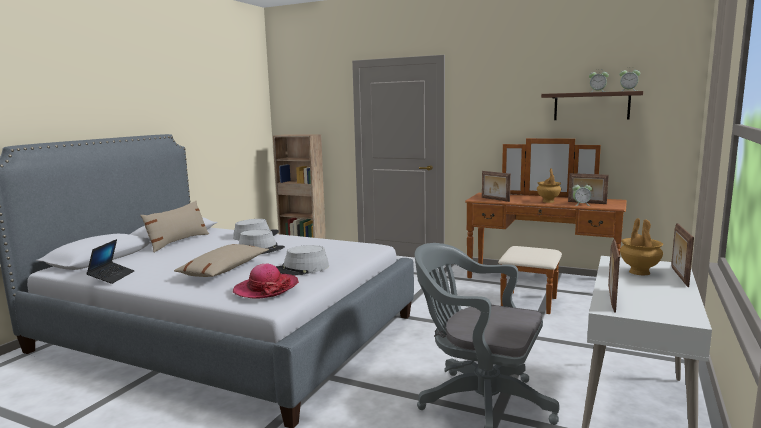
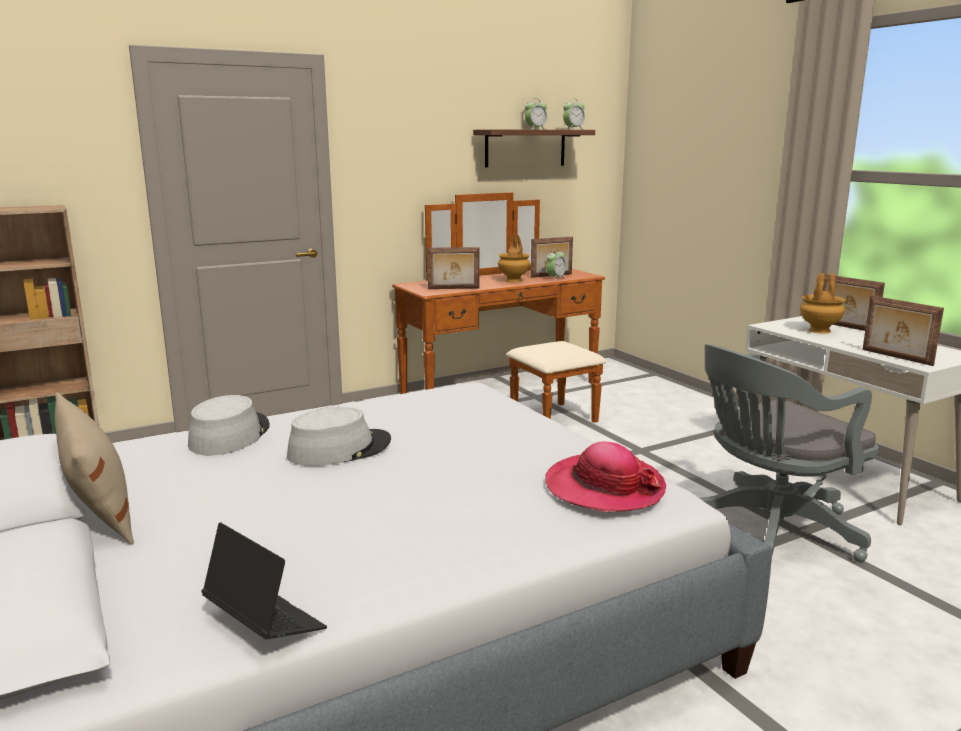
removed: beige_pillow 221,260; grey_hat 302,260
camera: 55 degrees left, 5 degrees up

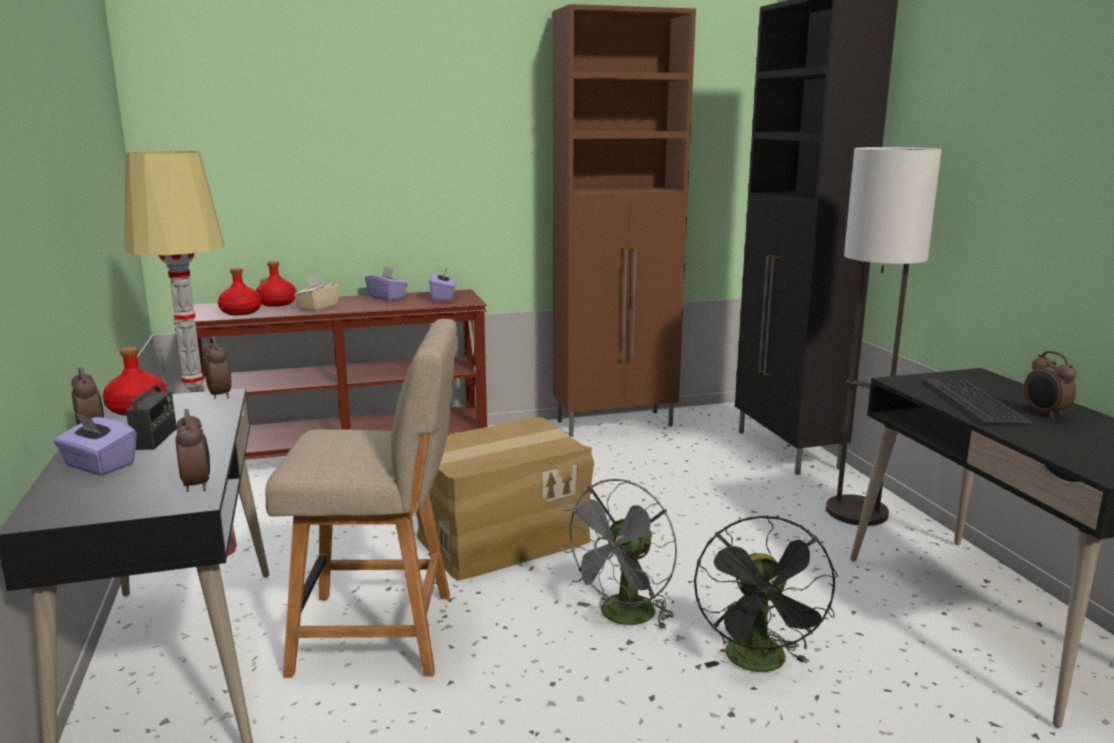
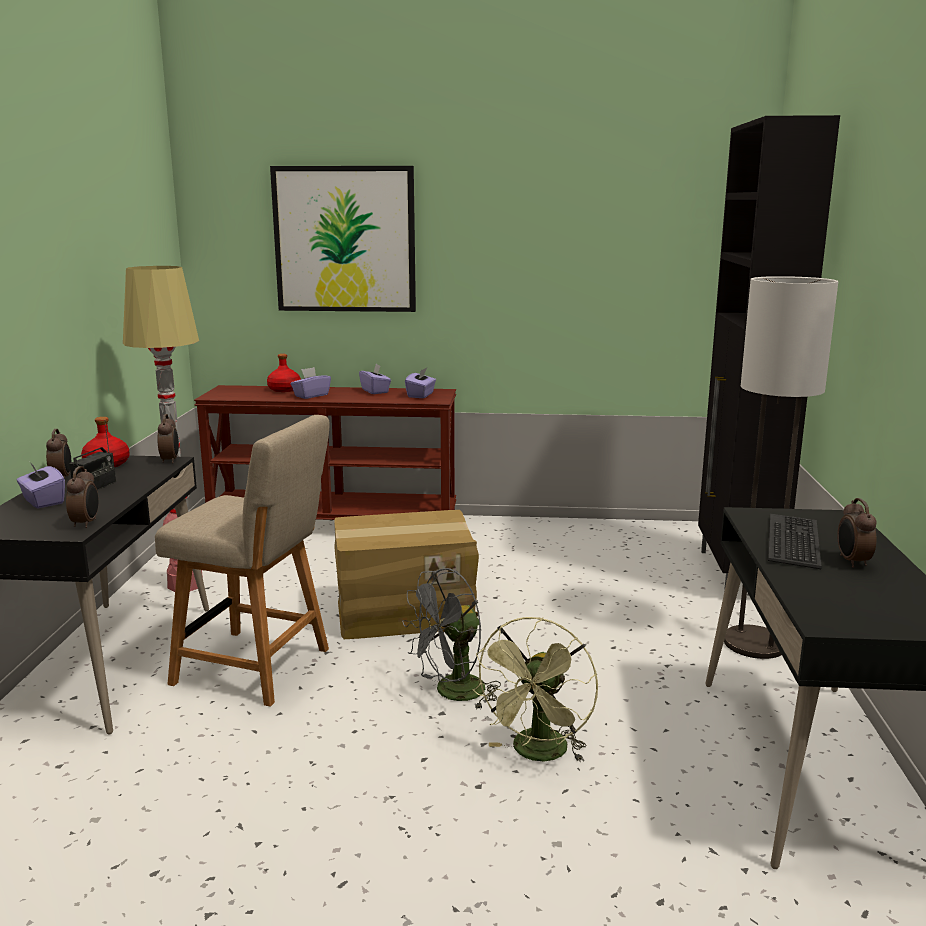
removed: brown_cabinet 624,220; red_bottle 240,291
added: picture 343,239
recoloured: beige_tissue_box 317,292 to purple_tissue_box 311,383; black_fan 766,593 to green_fan 535,690
camera: 20 degrees right, 0 degrees up

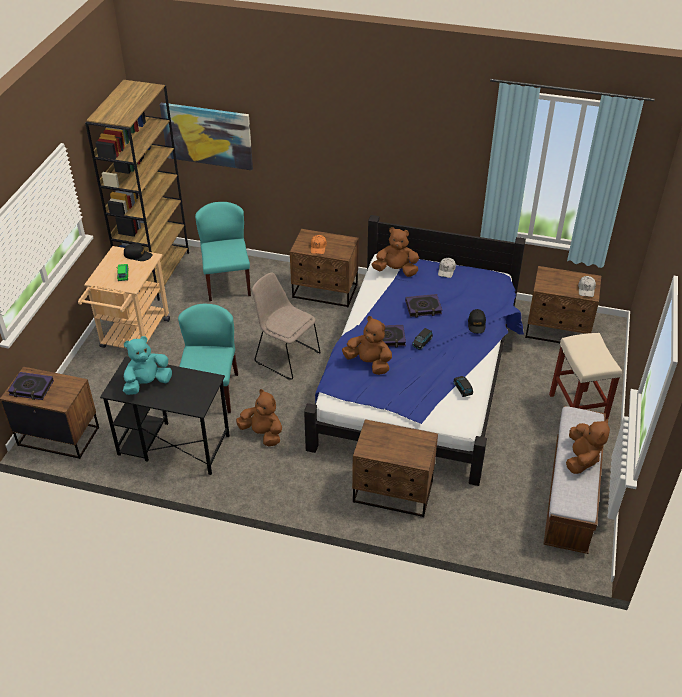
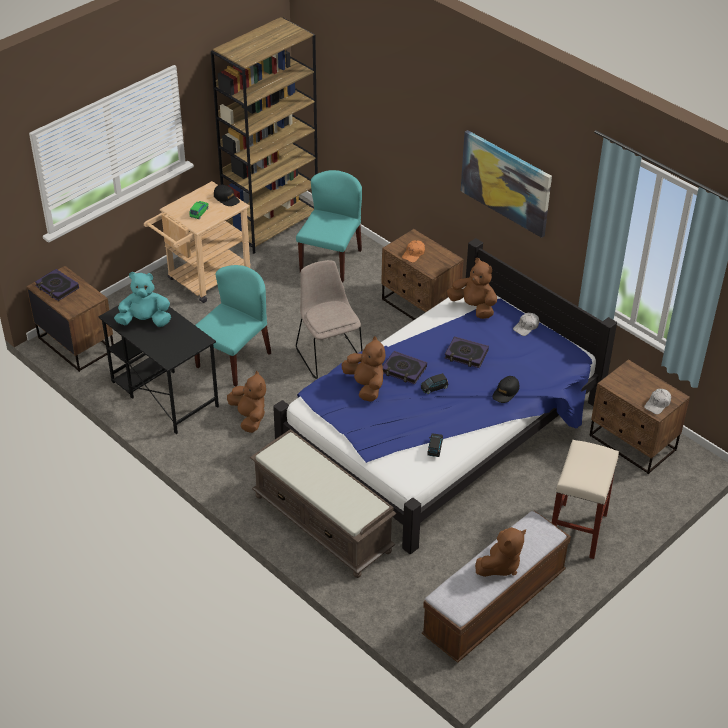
moved: picture 206,136 to 506,184
replaced: brown_nightstand 395,468 to brown_bench 323,503
camera: 30 degrees right, 0 degrees up

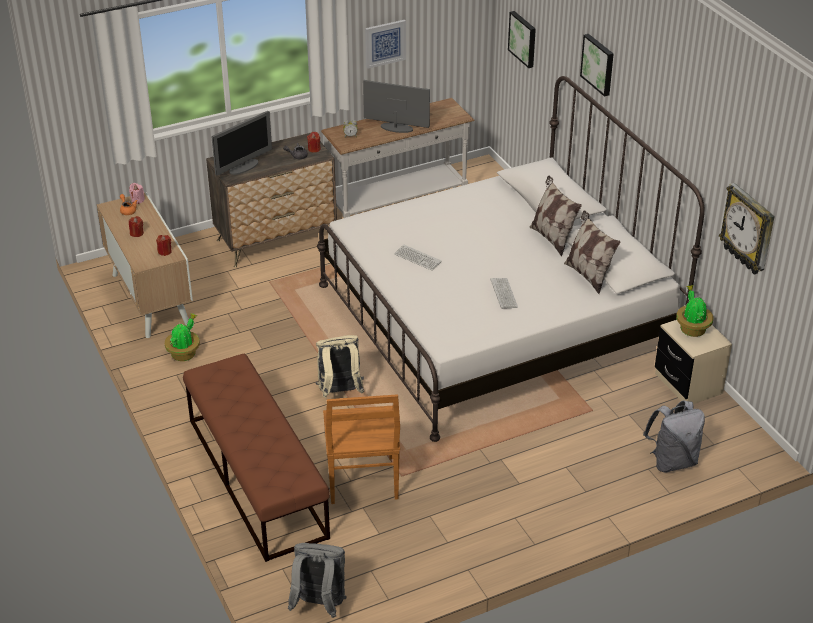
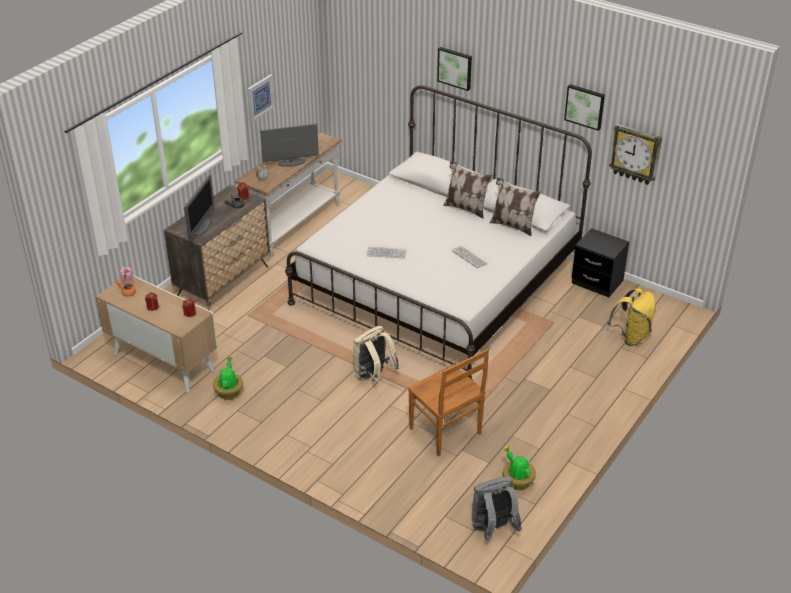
removed: brown_bench 256,458
moved: picture 522,39 to 584,107; potted_plant 694,311 to 519,467
recoloured: beige_nightstand 693,362 to black_nightstand 600,262; grey_backpack 674,436 to yellow_backpack 631,317
camera: 30 degrees left, 0 degrees up

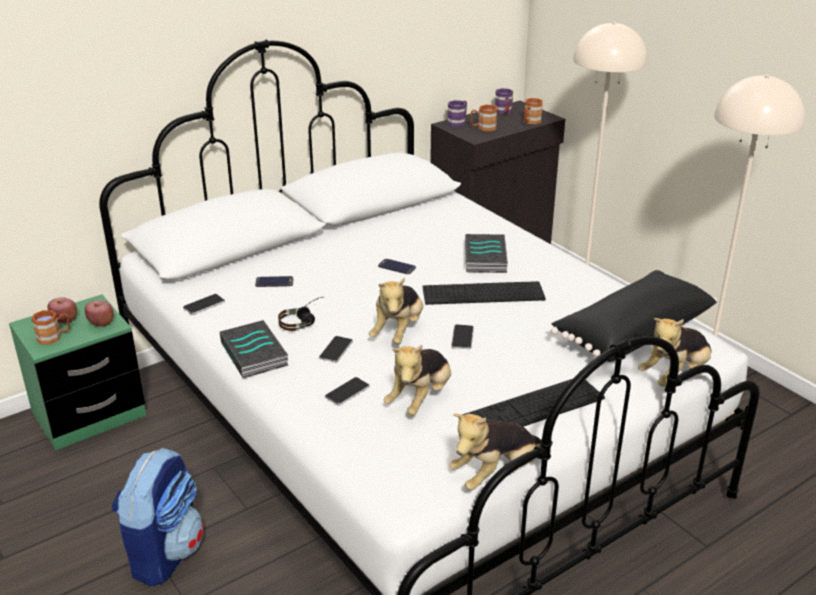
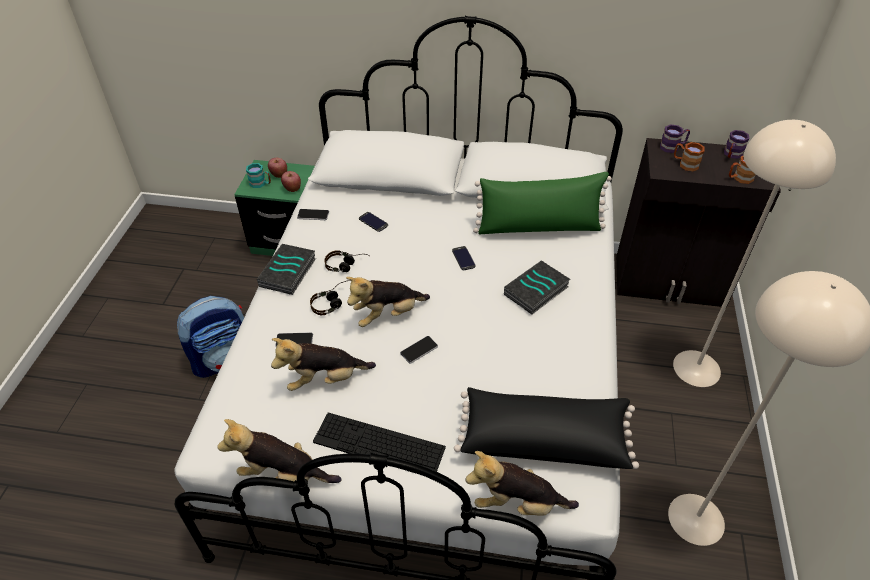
removed: keyboard 484,293
added: green_pillow 542,203
replaced: phone 336,349 to headphones 330,297
recoloured: brown_mug 50,327 to turquoise_mug 258,175
camera: 45 degrees right, 15 degrees up

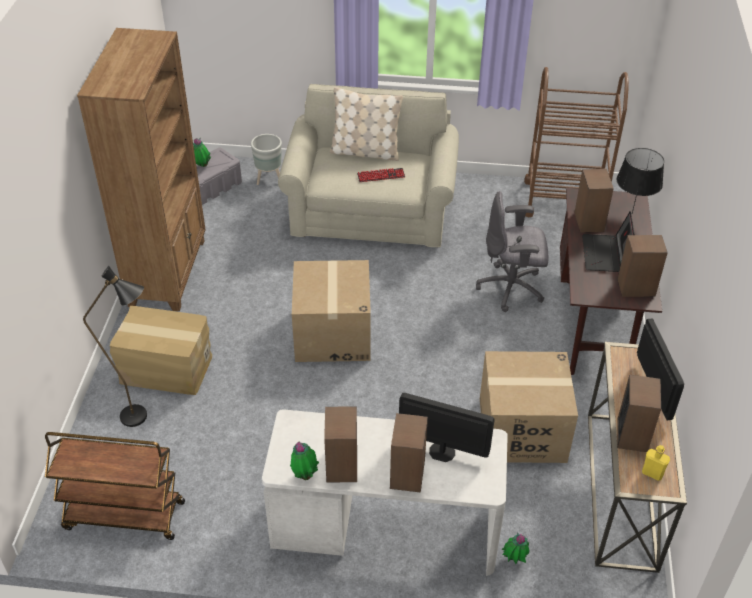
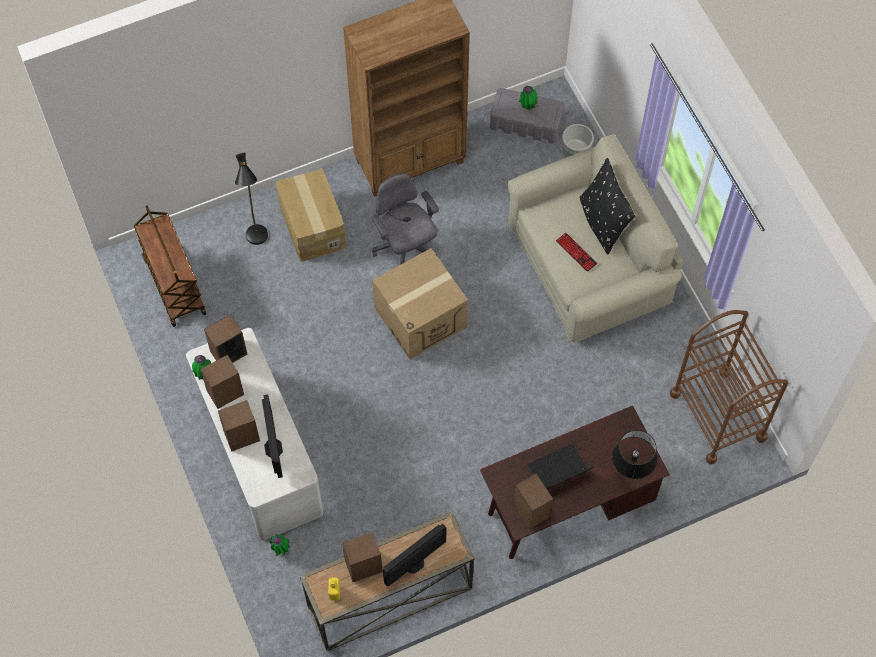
removed: cardboard_box 529,407
moved: speaker 594,201 to 225,339; grey_office_chair 512,251 to 405,219
recoloured: beige_pillow 366,124 to black_pillow 607,206
camera: 60 degrees right, 20 degrees up

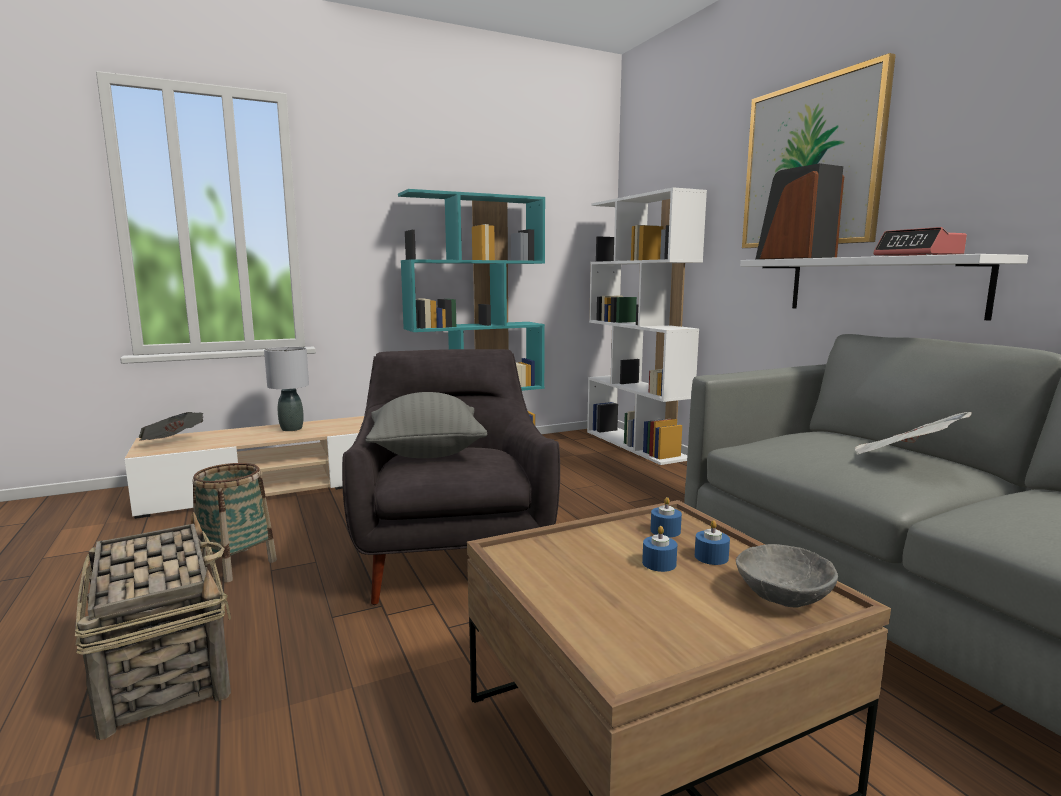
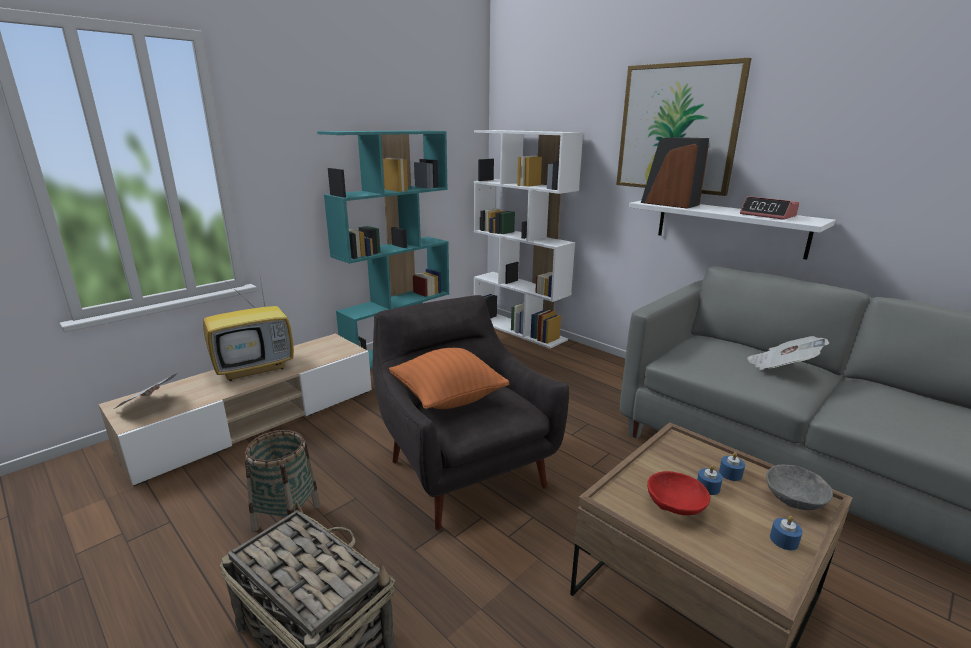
added: red_bowl 678,493
moved: blue_candle 666,517 to 786,533
replaced: grey_table_lamp 286,389 to television 248,326
recoloured: grey_pillow 426,425 to orange_pillow 449,378
camera: 20 degrees left, 10 degrees up

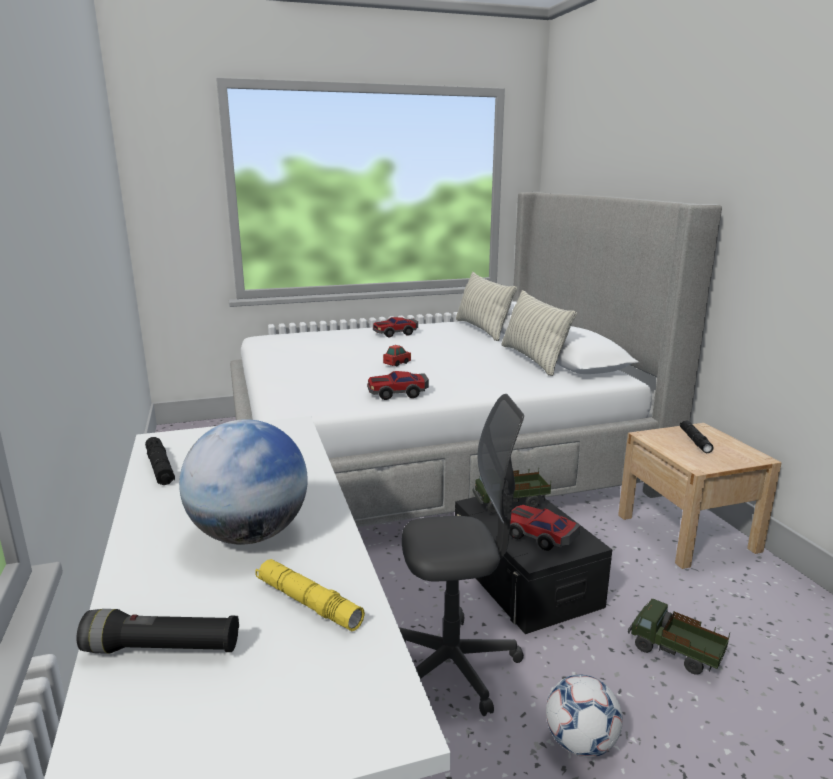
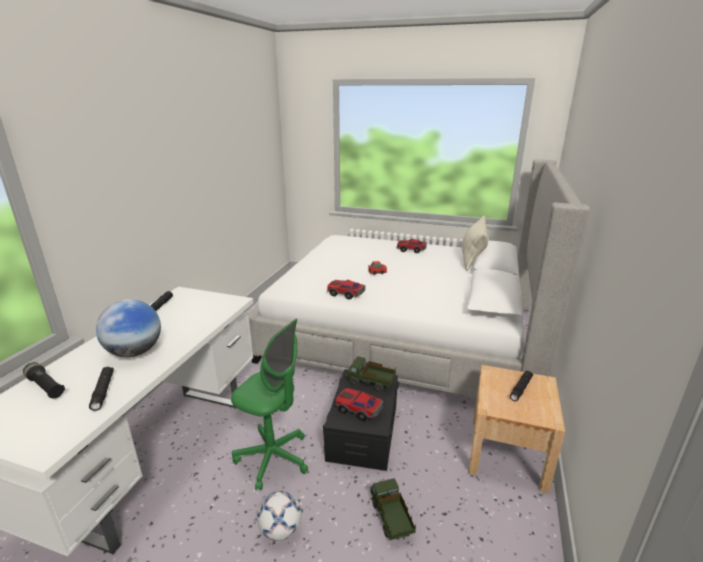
removed: pillow 539,333
recoloured: grey_office_chair 461,555 to green_office_chair 269,404; yellow_flashlight 310,595 to black_flashlight 101,389
turned: toy_car 545,528 = 359,404 45 degrees counterclockwise
camera: 35 degrees right, 5 degrees up

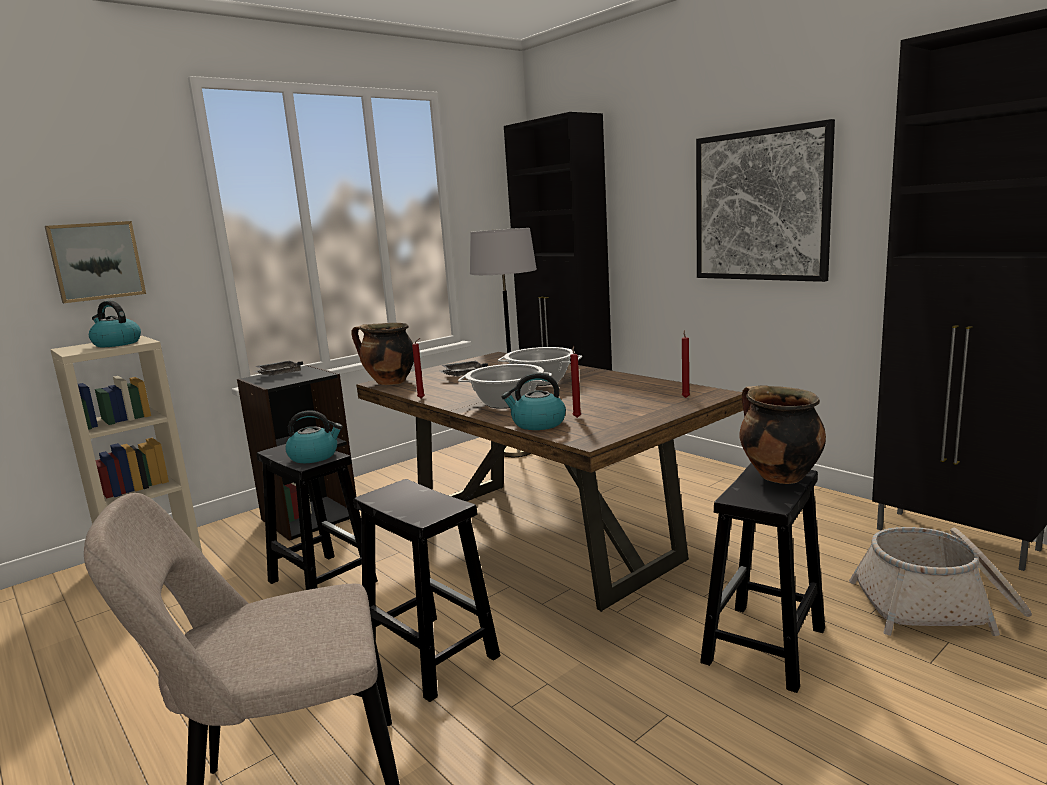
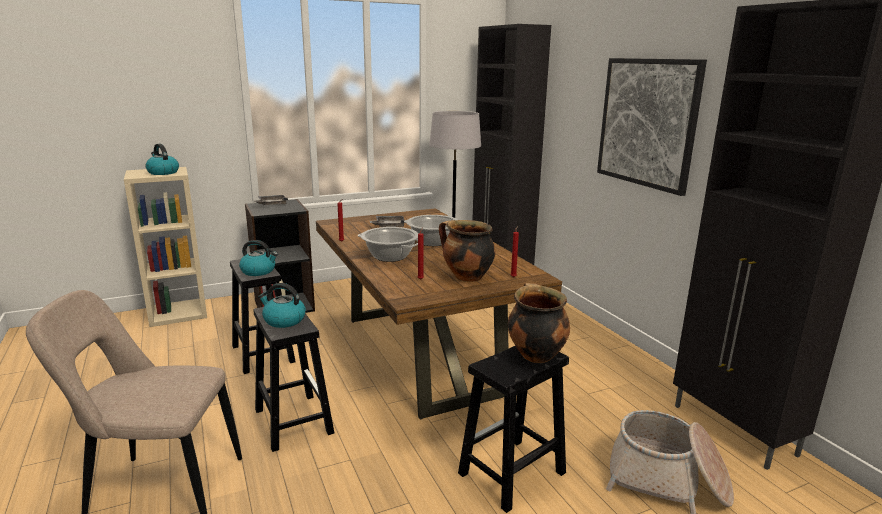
removed: picture 95,262
moved: cooking_pot 382,354 to 467,251; kettle 533,401 to 282,305
camera: 15 degrees right, 5 degrees up

